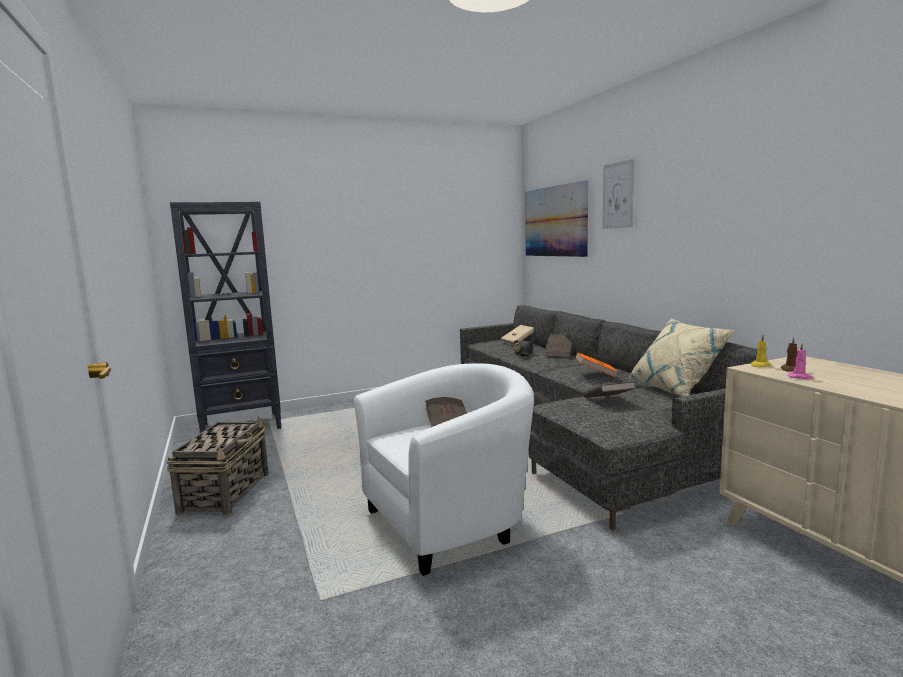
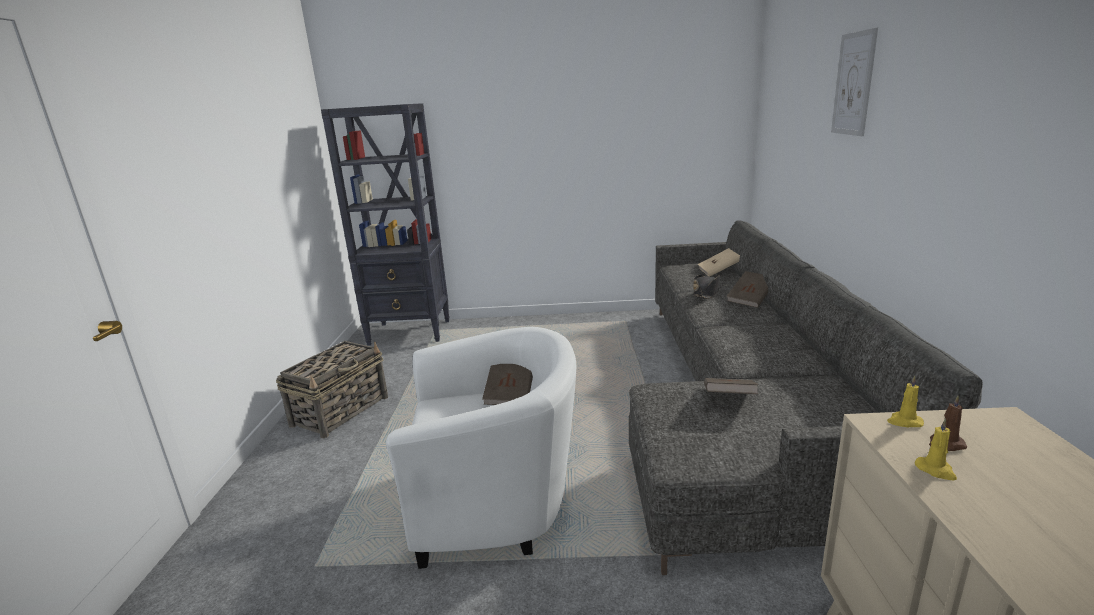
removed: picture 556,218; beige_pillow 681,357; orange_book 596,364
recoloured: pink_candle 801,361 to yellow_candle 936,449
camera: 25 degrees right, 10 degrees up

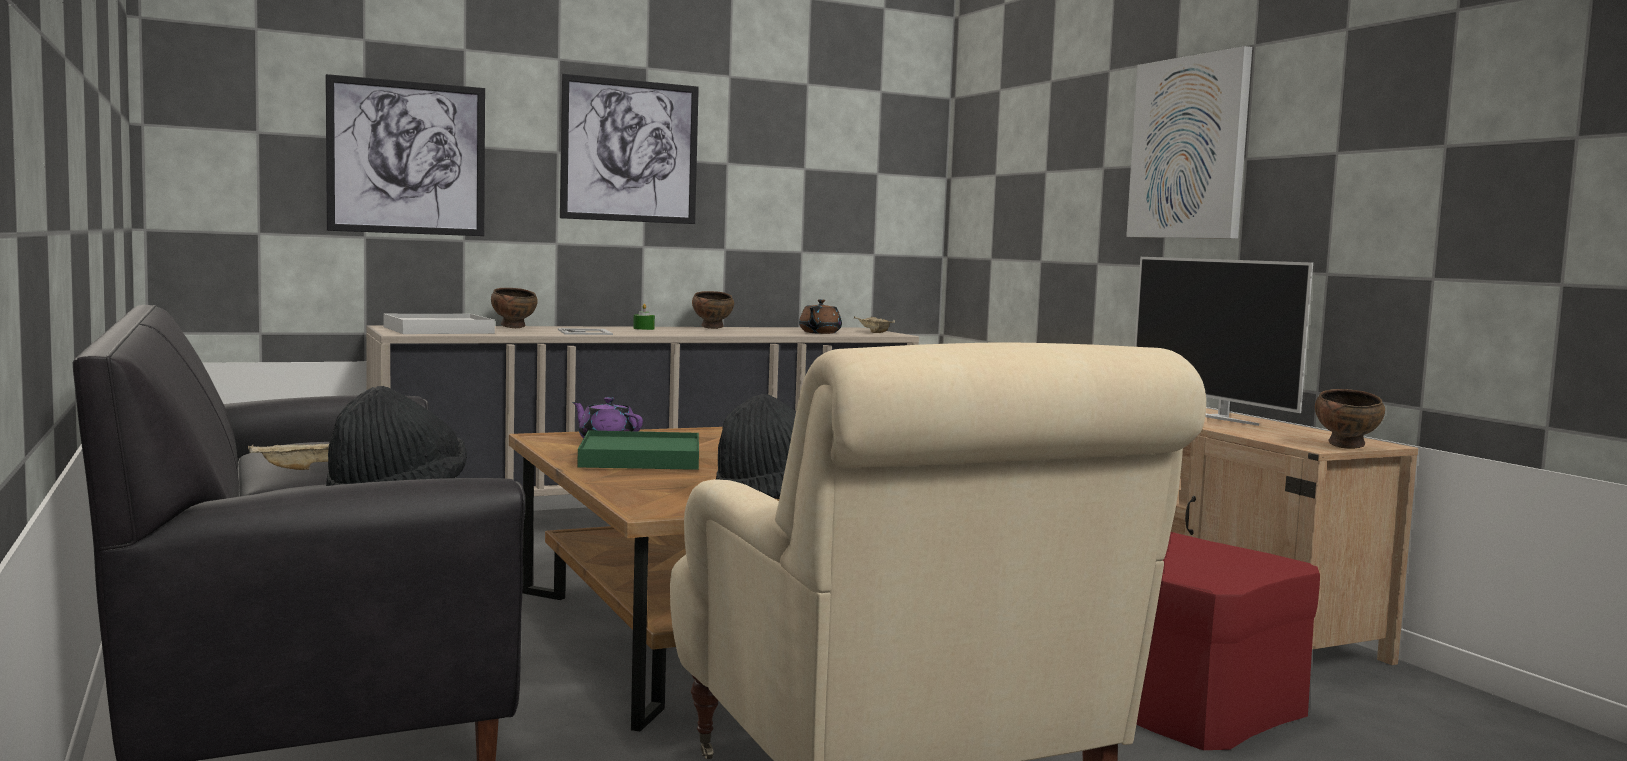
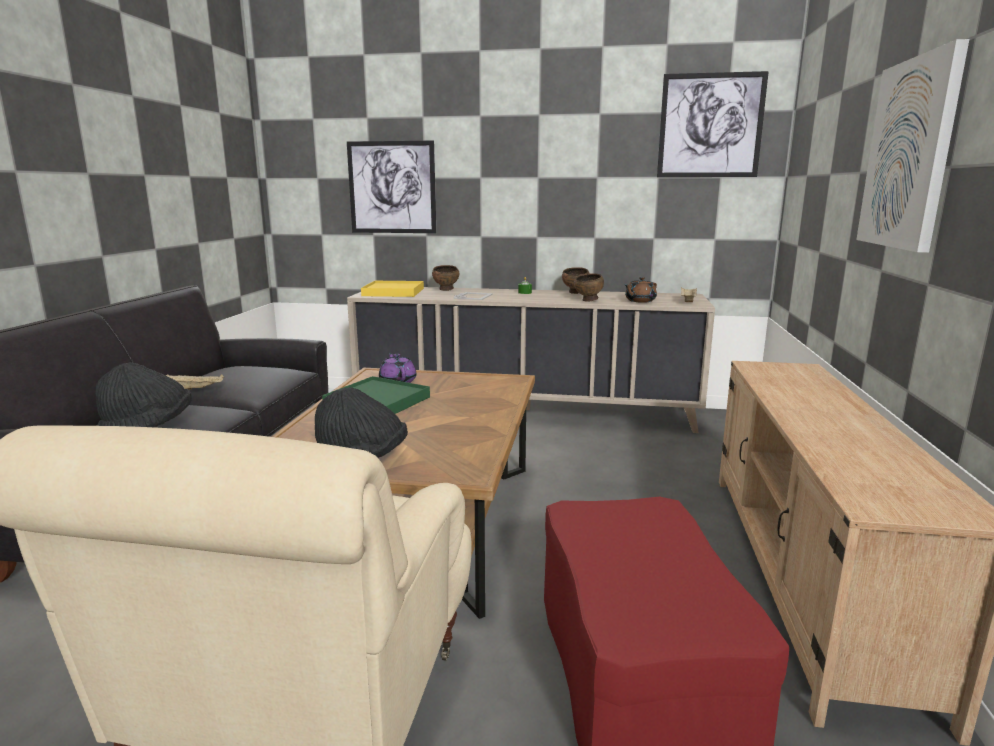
removed: television 1224,341
moved: picture 629,149 to 713,124; brown_bowl 1350,419 to 589,287
recoloured: white_tray 439,324 to yellow_tray 392,289
camera: 35 degrees right, 10 degrees up

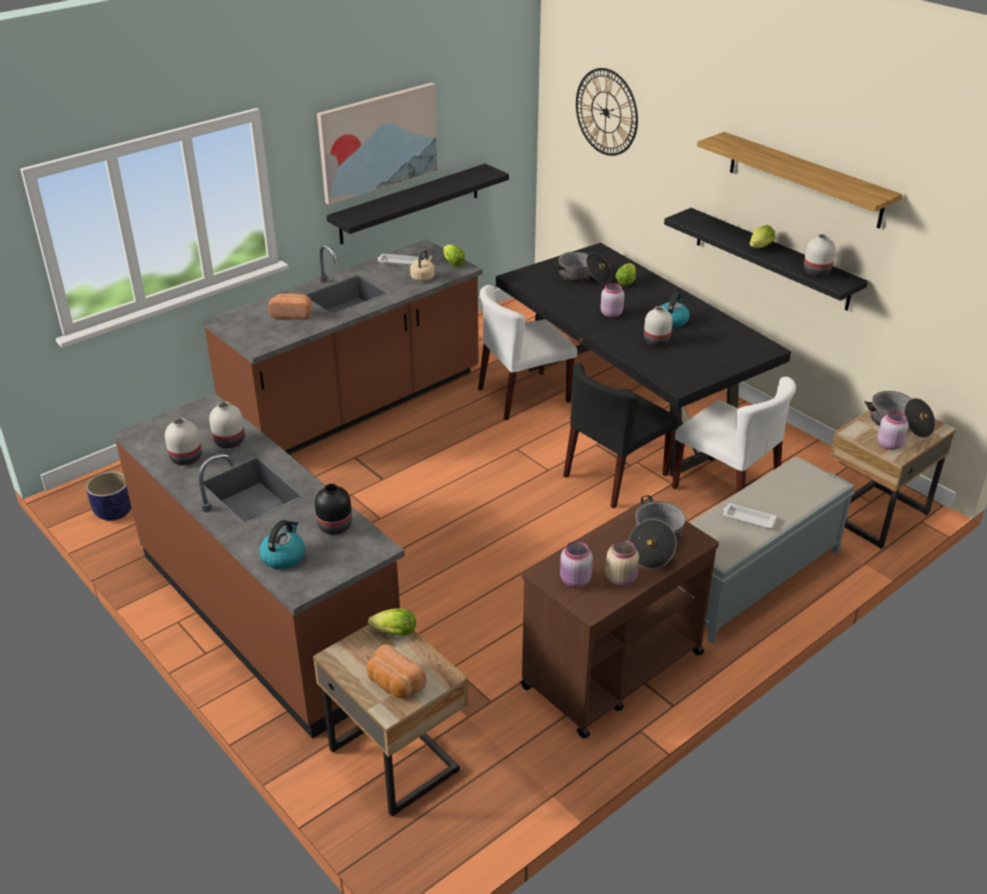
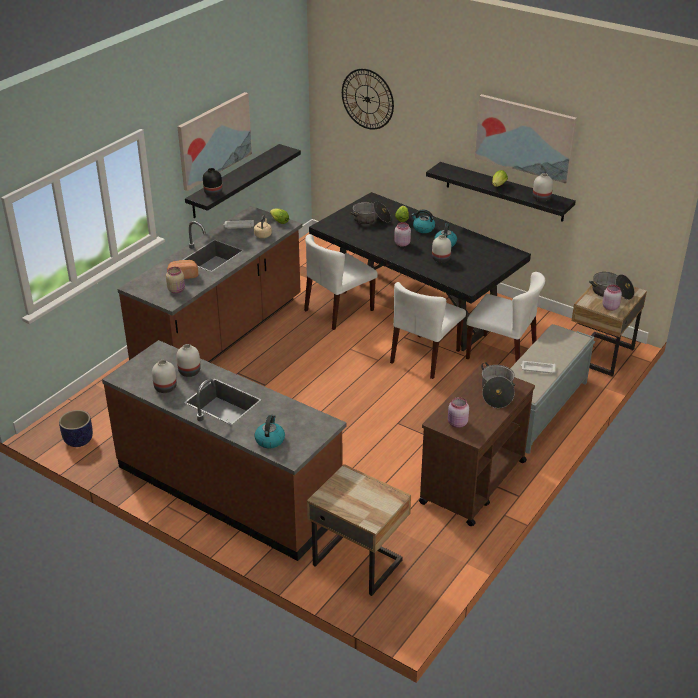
removed: lettuce 392,622; bread 396,671
added: kettle 423,221
moved: black_vase 333,509 to 212,182; beige_jar 622,563 to 175,280
replaced: shelf 799,180 to picture 526,139
recoloured: black_chair 621,436 to white_chair 428,330
camera: 15 degrees left, 0 degrees up

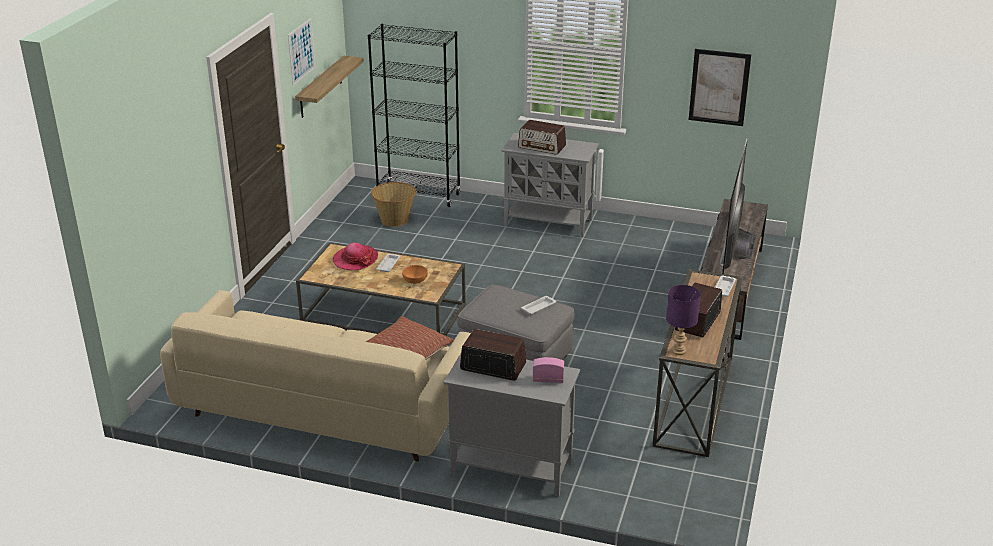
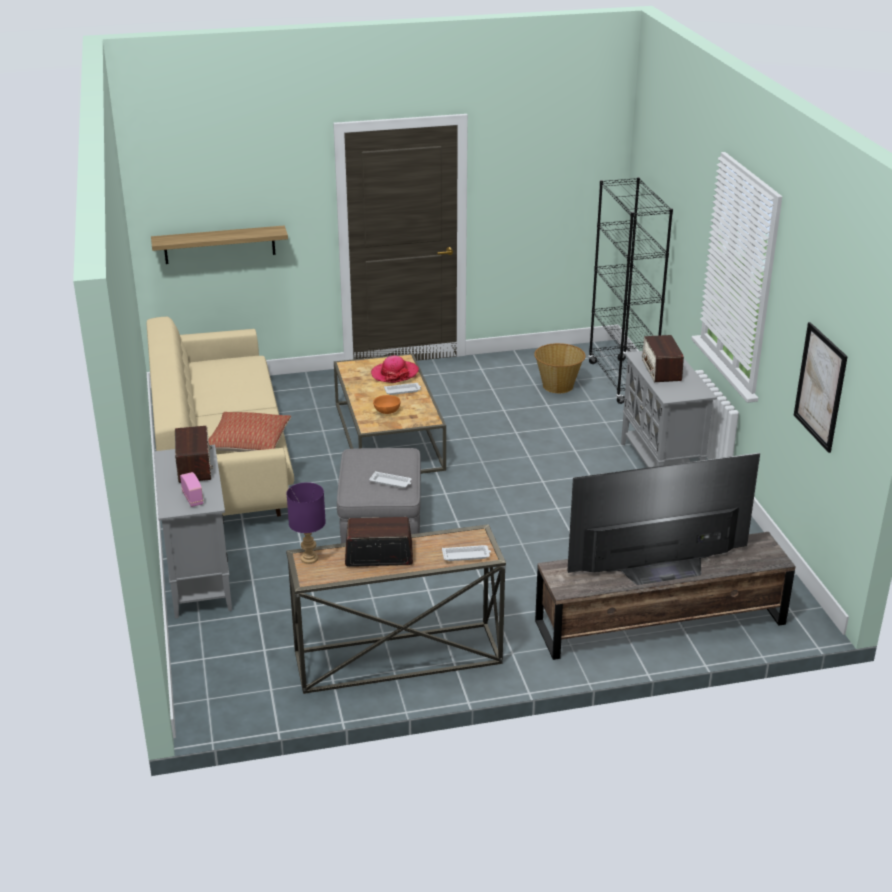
removed: picture 301,51
moved: shelf 329,87 to 219,244
camera: 60 degrees right, 0 degrees up

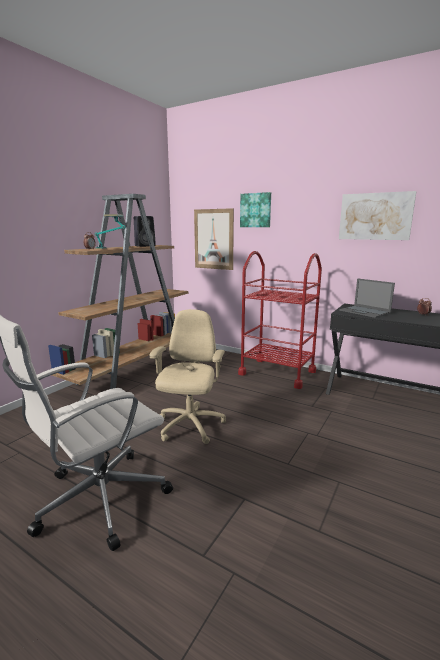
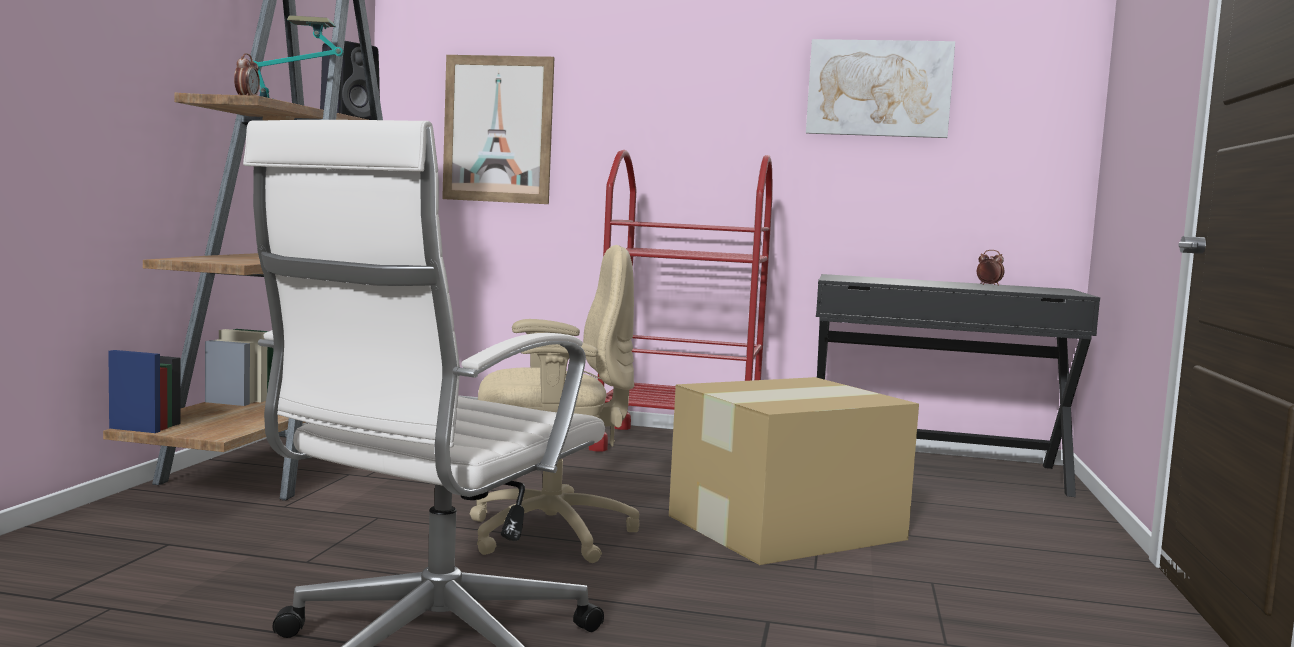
removed: picture 255,209; laptop 367,298
added: cardboard_box 794,471
turned: beige_office_chair 188,376 = 555,404 90 degrees clockwise
camera: 20 degrees left, 10 degrees down

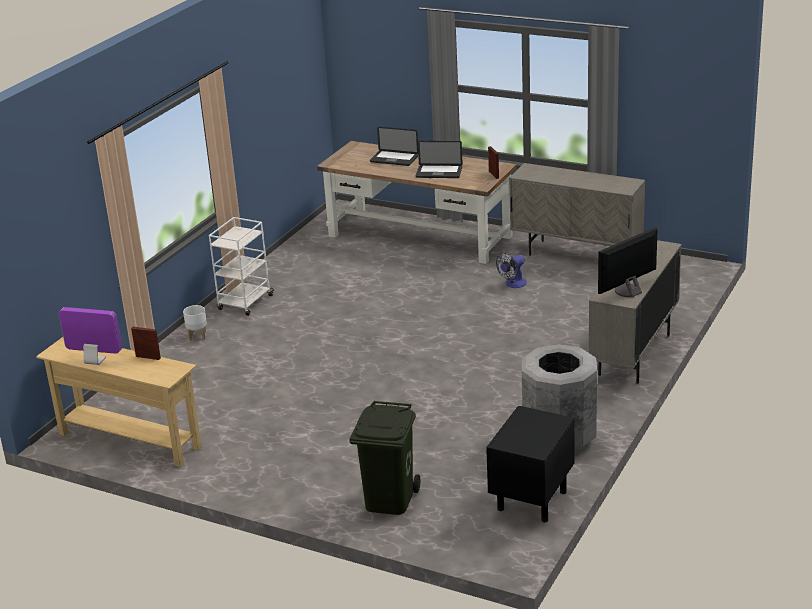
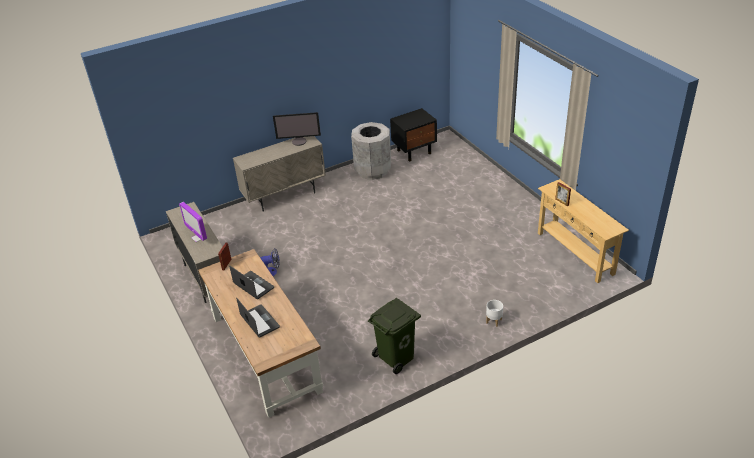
removed: white_cart 242,266
moved: monitor 90,336 to 193,222; green_trash_can 385,458 to 394,336
camera: 145 degrees left, 10 degrees up

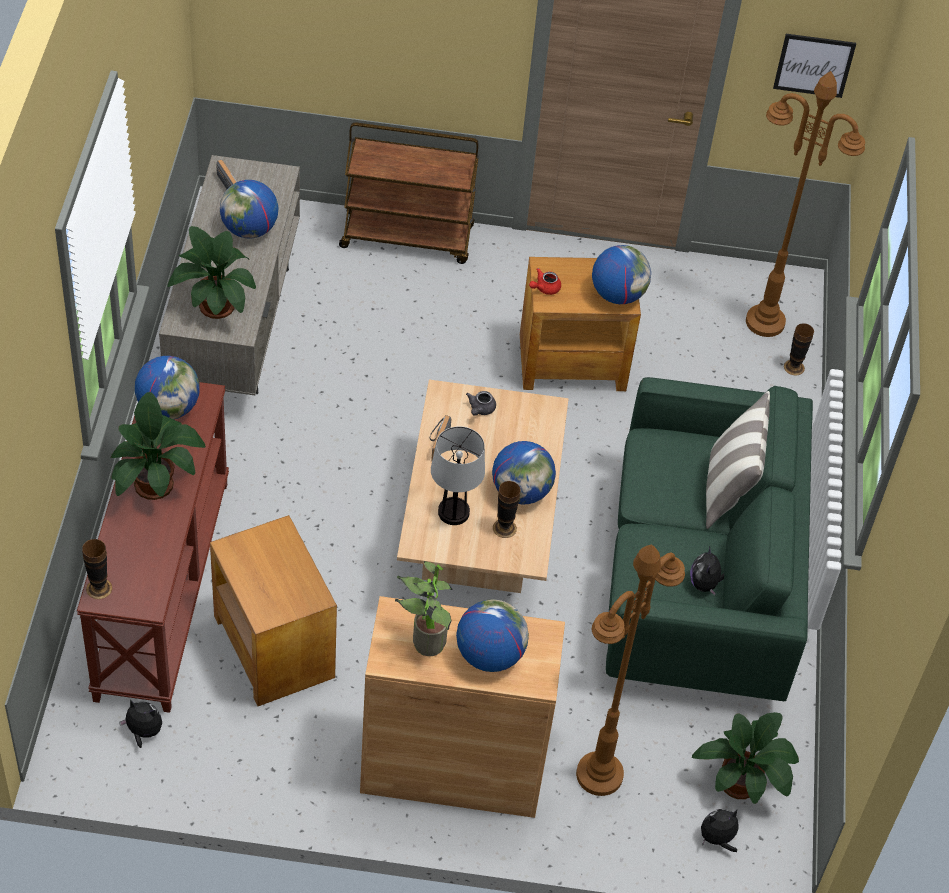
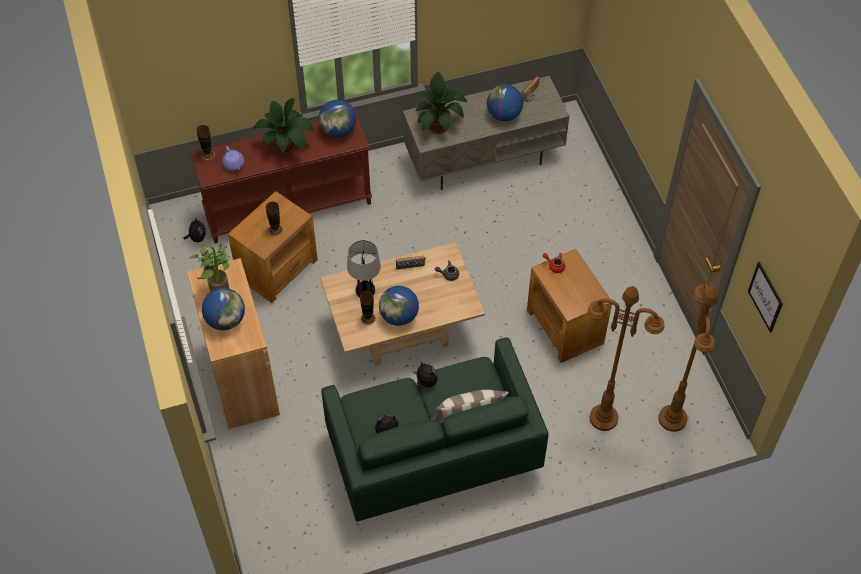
removed: brown_cart 409,193; globe 621,274; potted_plant 745,758
added: purple_teapot 233,158
moved: vase 799,349 to 274,219; brown_floor_lamp 630,670 to 626,358; plush_toy 719,830 to 425,376
camera: 70 degrees right, 5 degrees up

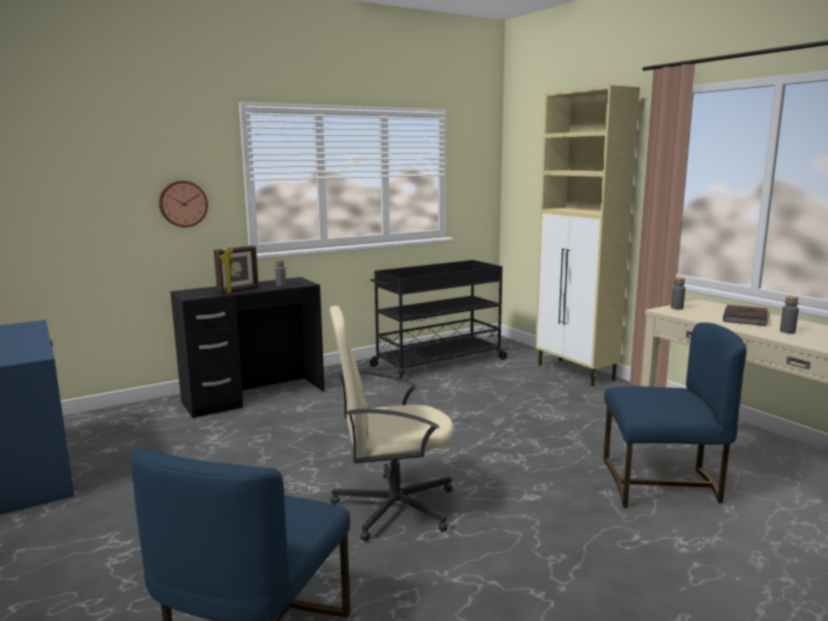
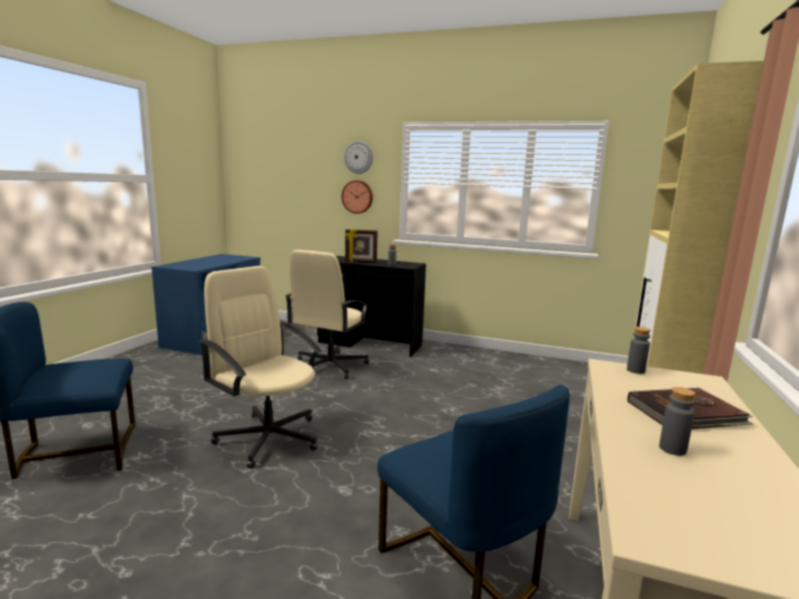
removed: black_cart 439,319
added: wall_clock 358,157; beige_office_chair 327,314
camera: 50 degrees right, 0 degrees up

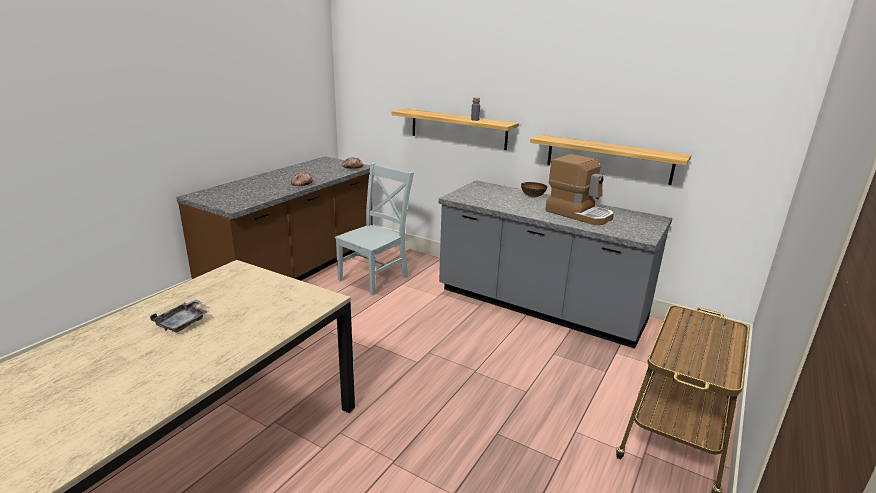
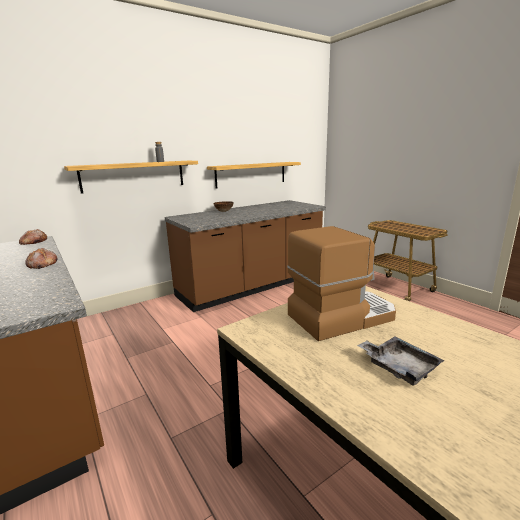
removed: grey_chair 374,229
moved: coffee_machine 579,189 to 341,283
recoloured: grey_counter 555,264 to brown_counter 245,256
camera: 65 degrees left, 5 degrees down

